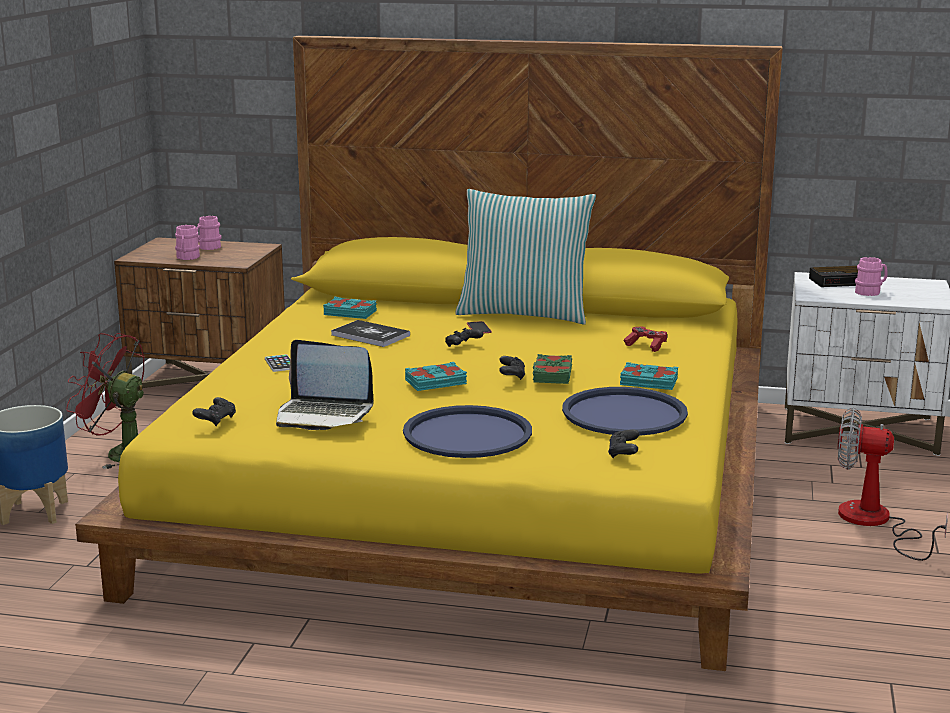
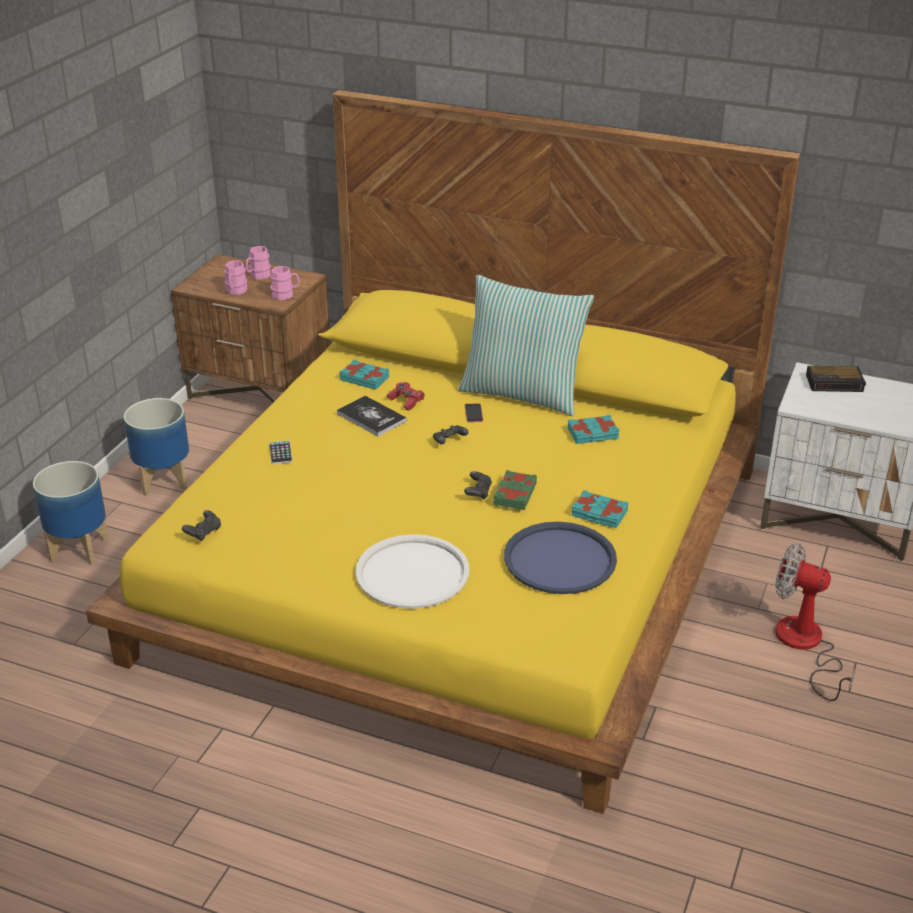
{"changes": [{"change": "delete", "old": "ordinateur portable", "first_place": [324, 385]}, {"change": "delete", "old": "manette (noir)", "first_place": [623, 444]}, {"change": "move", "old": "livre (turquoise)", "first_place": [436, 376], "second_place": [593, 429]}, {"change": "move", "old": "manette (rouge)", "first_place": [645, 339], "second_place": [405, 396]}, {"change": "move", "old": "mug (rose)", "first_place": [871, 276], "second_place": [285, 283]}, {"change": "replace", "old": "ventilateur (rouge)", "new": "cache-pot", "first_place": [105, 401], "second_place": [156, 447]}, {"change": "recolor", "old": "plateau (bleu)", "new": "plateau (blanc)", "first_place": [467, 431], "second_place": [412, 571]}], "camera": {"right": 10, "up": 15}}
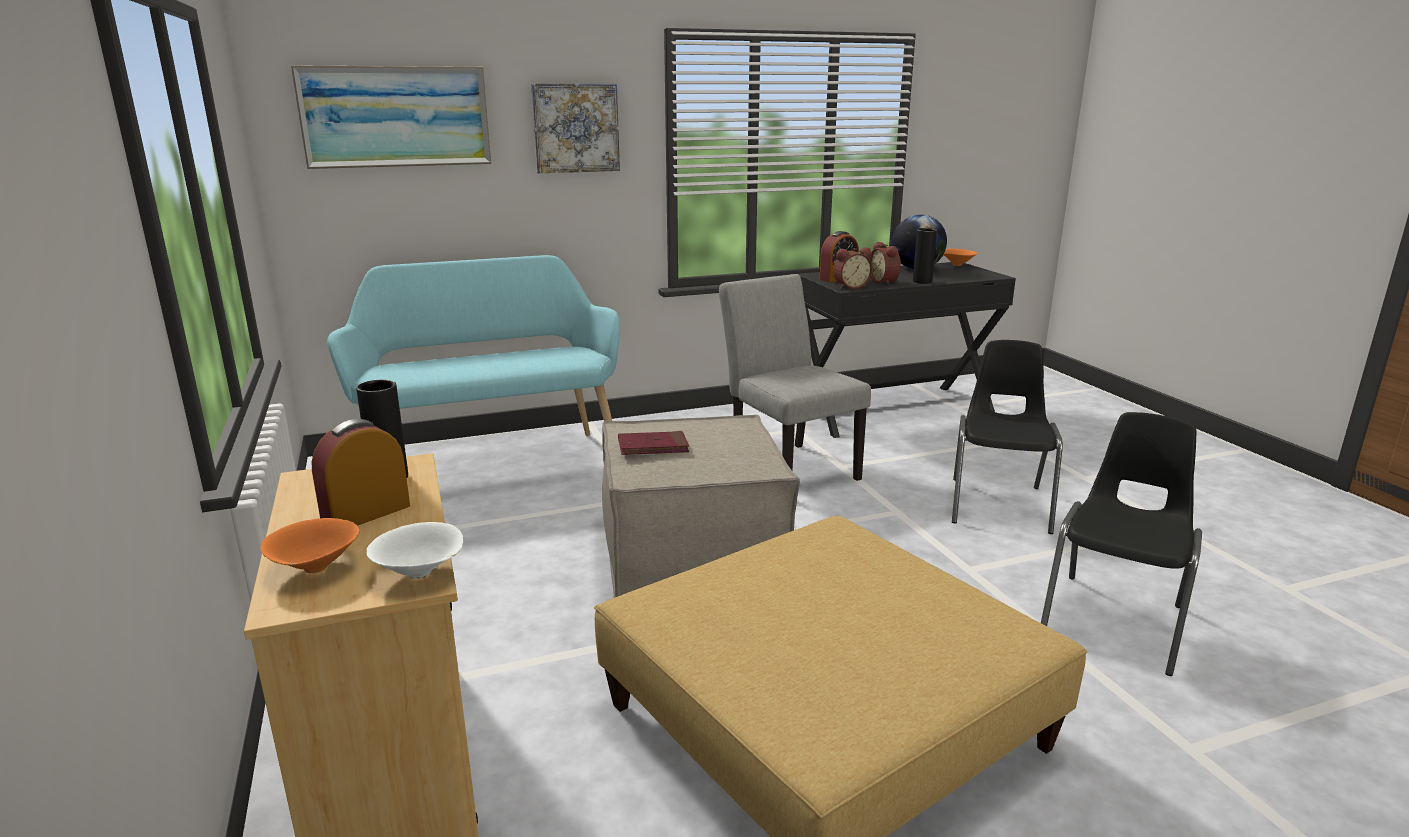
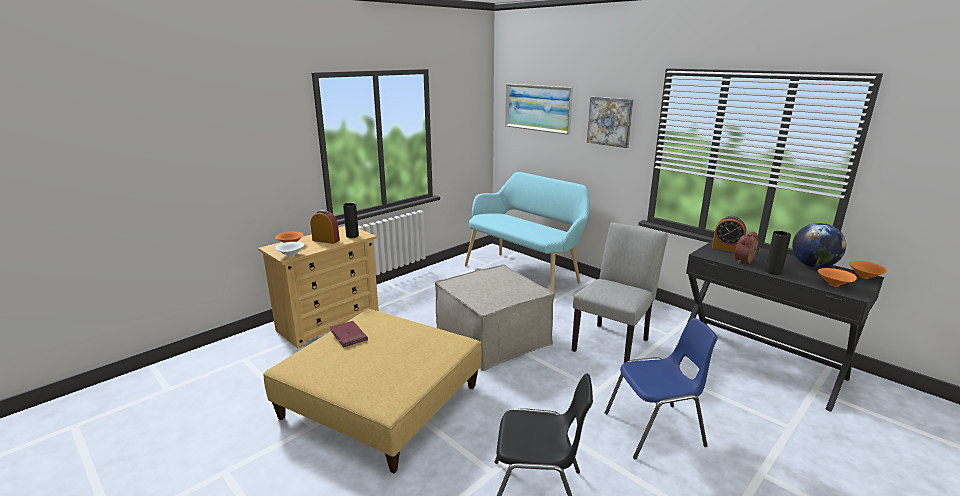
{"changes": [{"change": "delete", "old": "réveil", "first_place": [853, 268]}, {"change": "insert", "new": "bol (orange)", "second_place": [837, 277]}, {"change": "move", "old": "livre (rouge)", "first_place": [653, 443], "second_place": [349, 334]}, {"change": "recolor", "old": "chaise (noir)", "new": "chaise (bleu)", "first_place": [1007, 437], "second_place": [661, 389]}], "camera": {"right": 65, "up": 0}}
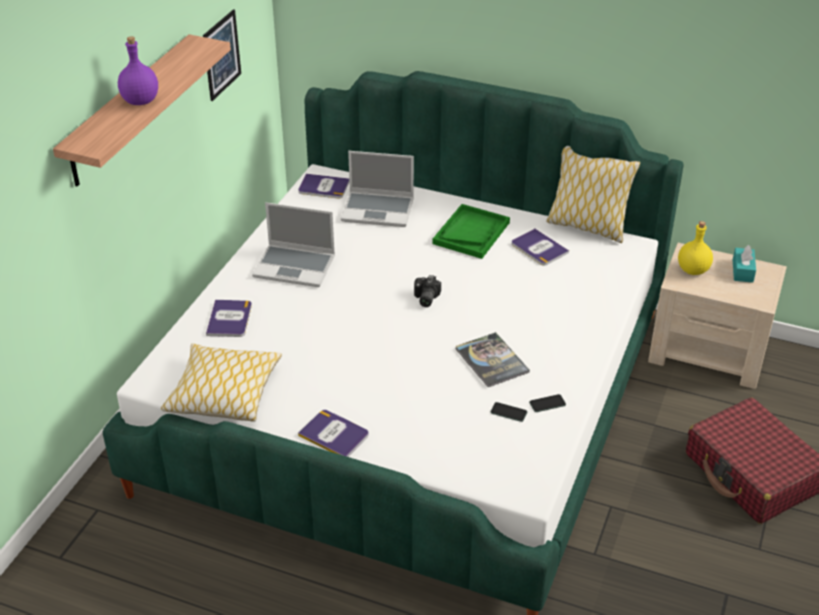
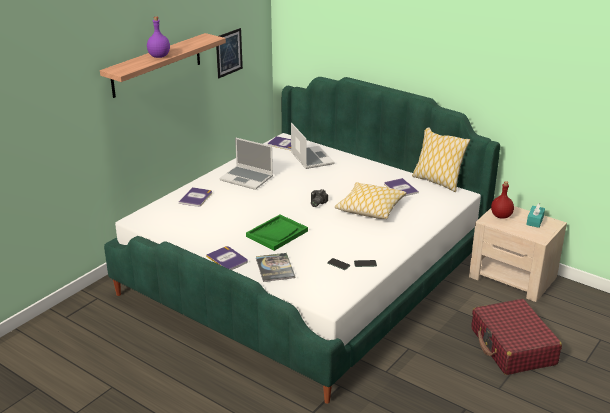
{"changes": [{"change": "move", "old": "coussin", "first_place": [221, 383], "second_place": [370, 200]}, {"change": "move", "old": "plateau (vert)", "first_place": [471, 231], "second_place": [277, 233]}, {"change": "move", "old": "livre", "first_place": [493, 359], "second_place": [275, 267]}, {"change": "recolor", "old": "bouteille (jaune)", "new": "bouteille (rouge)", "first_place": [695, 248], "second_place": [502, 200]}, {"change": "rotate", "old": "ordinateur portable", "first_place": [377, 189], "second_place": [313, 146], "degrees": -135}], "camera": {"right": 15, "up": -10}}
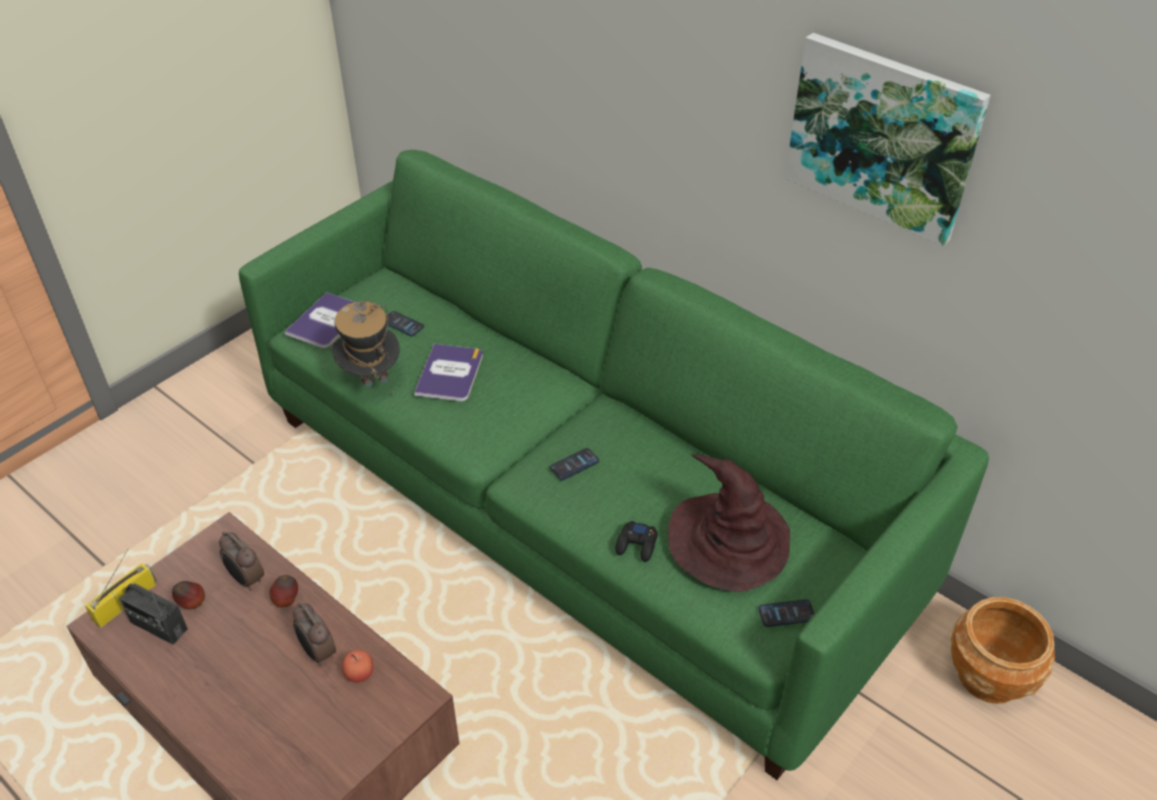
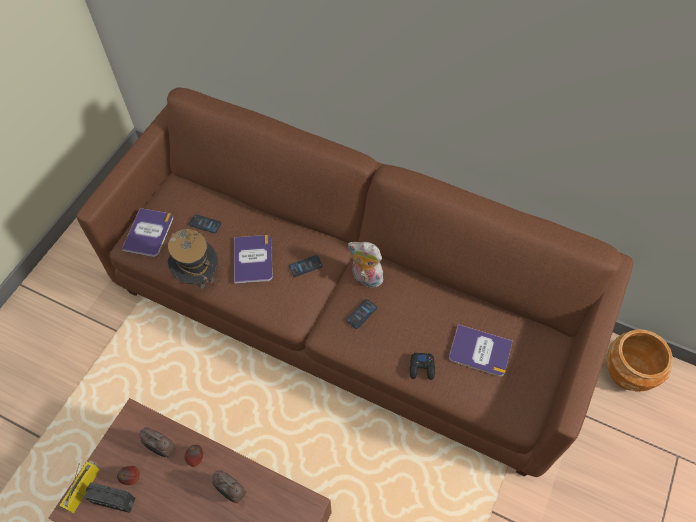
{"changes": [{"change": "delete", "old": "pomme", "first_place": [358, 666]}, {"change": "delete", "old": "tableau", "first_place": [888, 139]}, {"change": "insert", "new": "peluche", "second_place": [366, 265]}, {"change": "move", "old": "téléphone", "first_place": [786, 613], "second_place": [305, 266]}, {"change": "replace", "old": "chapeau (marron)", "new": "livre", "first_place": [729, 523], "second_place": [480, 350]}, {"change": "recolor", "old": "canapé (vert)", "new": "canapé (marron)", "first_place": [614, 465], "second_place": [355, 282]}], "camera": {"right": -15, "up": 15}}
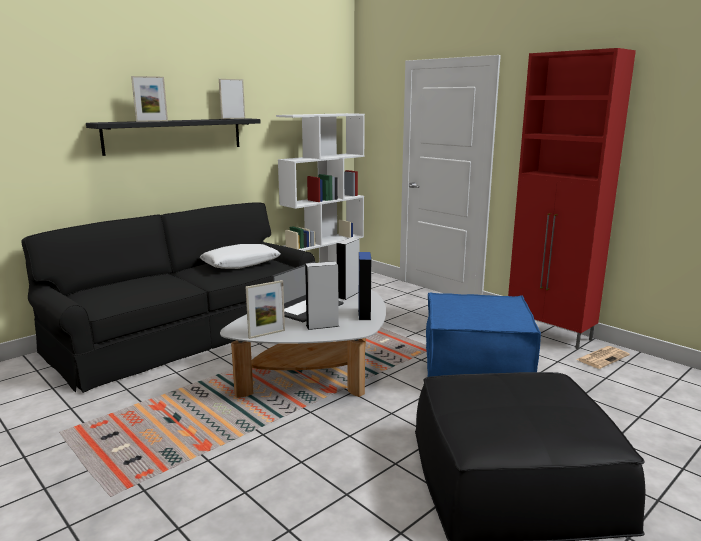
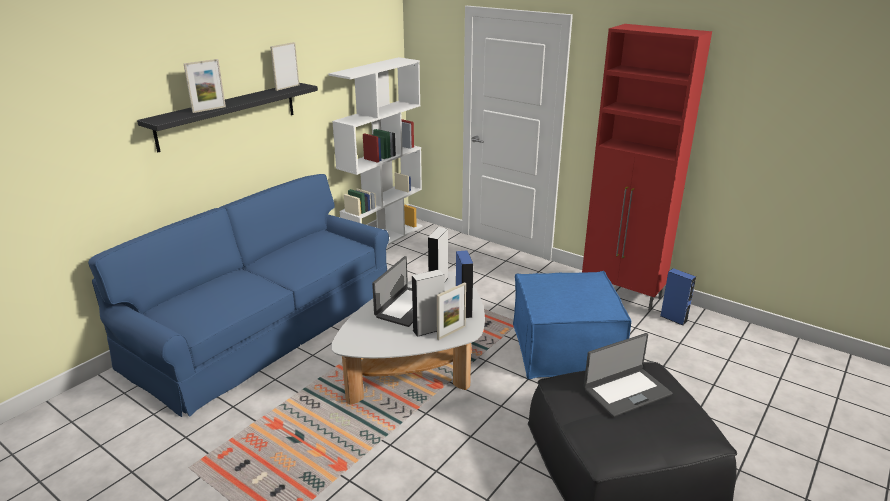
{"changes": [{"change": "delete", "old": "coussin (blanc)", "first_place": [240, 256]}, {"change": "insert", "new": "ordinateur portable", "second_place": [628, 375]}, {"change": "move", "old": "cadre photo", "first_place": [265, 309], "second_place": [451, 311]}, {"change": "replace", "old": "journal", "new": "enceinte (bleu)", "first_place": [603, 357], "second_place": [678, 296]}, {"change": "recolor", "old": "canapé (noir)", "new": "canapé (bleu)", "first_place": [168, 297], "second_place": [238, 295]}], "camera": {"right": -10, "up": 10}}
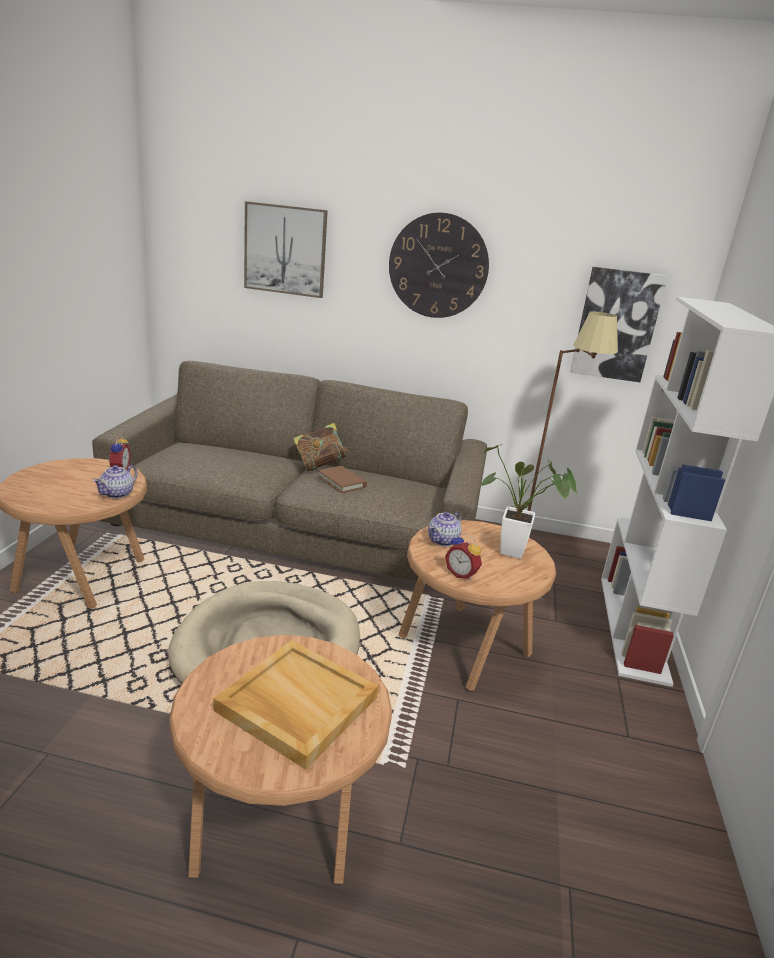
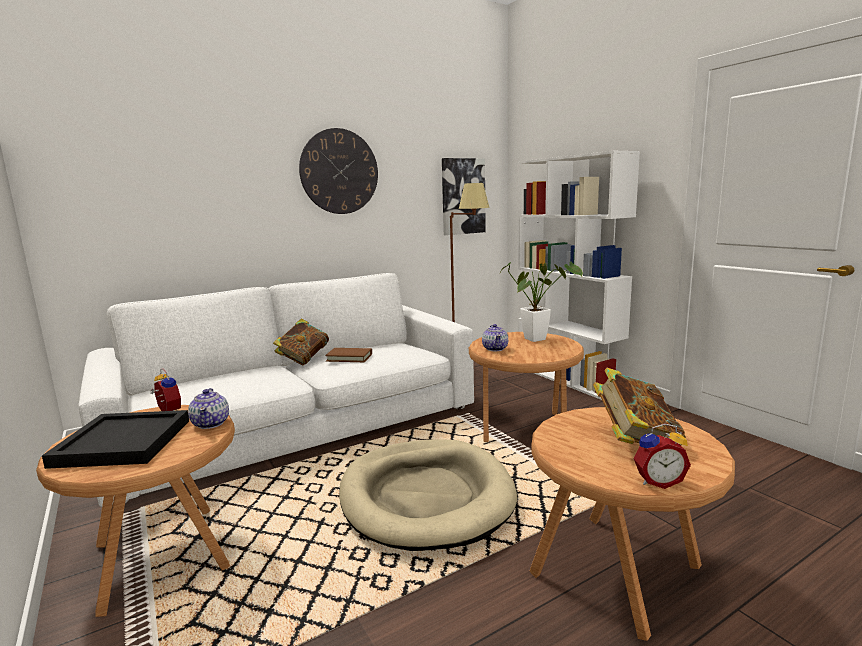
{"changes": [{"change": "delete", "old": "tableau", "first_place": [286, 249]}, {"change": "insert", "new": "plateau (noir)", "second_place": [115, 439]}, {"change": "move", "old": "réveil", "first_place": [463, 556], "second_place": [662, 456]}, {"change": "replace", "old": "plateau (beige)", "new": "livre", "first_place": [296, 705], "second_place": [639, 407]}, {"change": "recolor", "old": "canapé (marron)", "new": "canapé (blanc)", "first_place": [289, 471], "second_place": [276, 390]}], "camera": {"right": -40, "up": -10}}
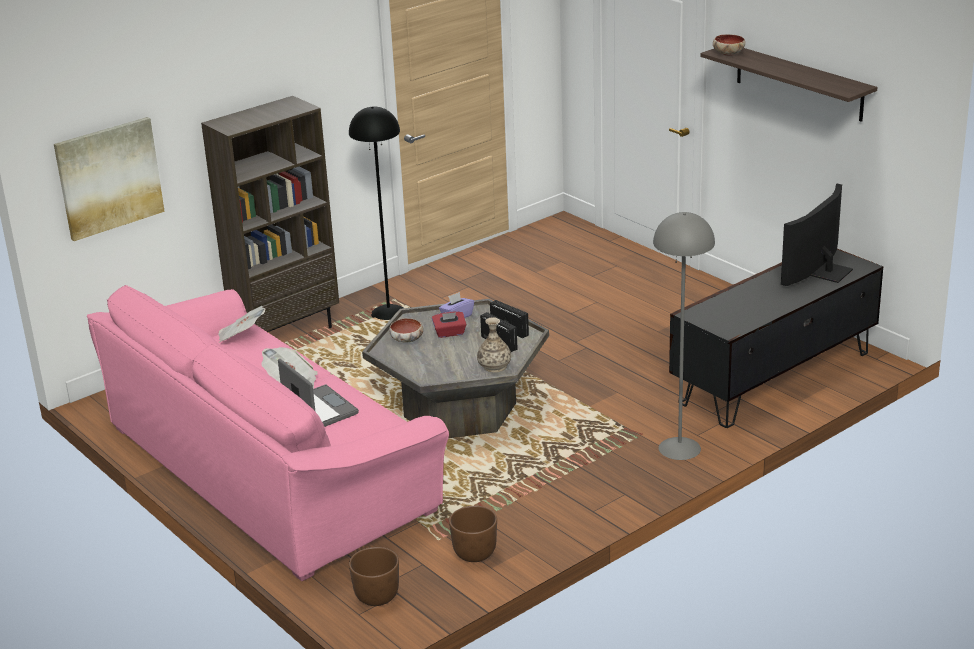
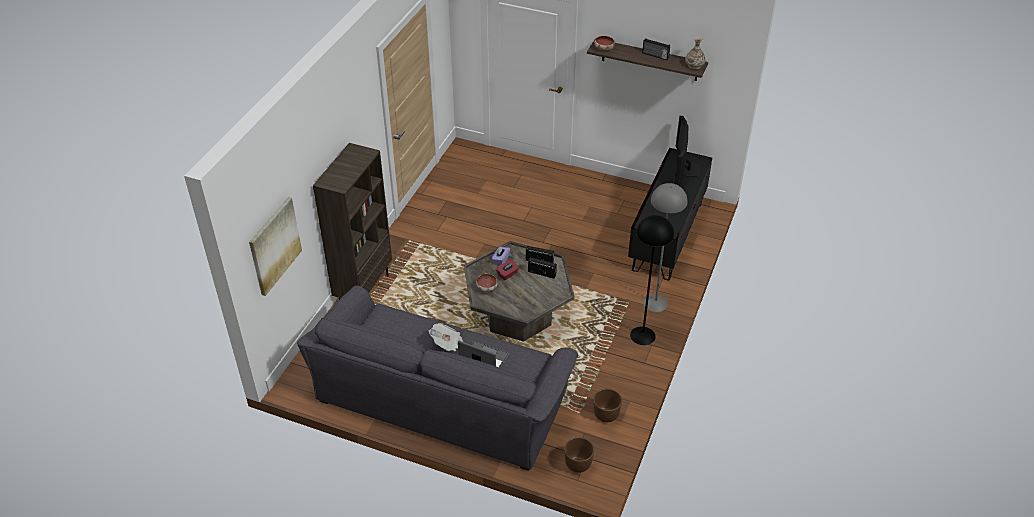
{"changes": [{"change": "delete", "old": "journal", "first_place": [241, 324]}, {"change": "insert", "new": "radio", "second_place": [656, 49]}, {"change": "move", "old": "lampadaire (noir)", "first_place": [376, 213], "second_place": [652, 280]}, {"change": "move", "old": "vase", "first_place": [494, 344], "second_place": [695, 53]}, {"change": "recolor", "old": "canapé (rose)", "new": "canapé (gris)", "first_place": [268, 433], "second_place": [437, 378]}], "camera": {"right": -30, "up": 15}}
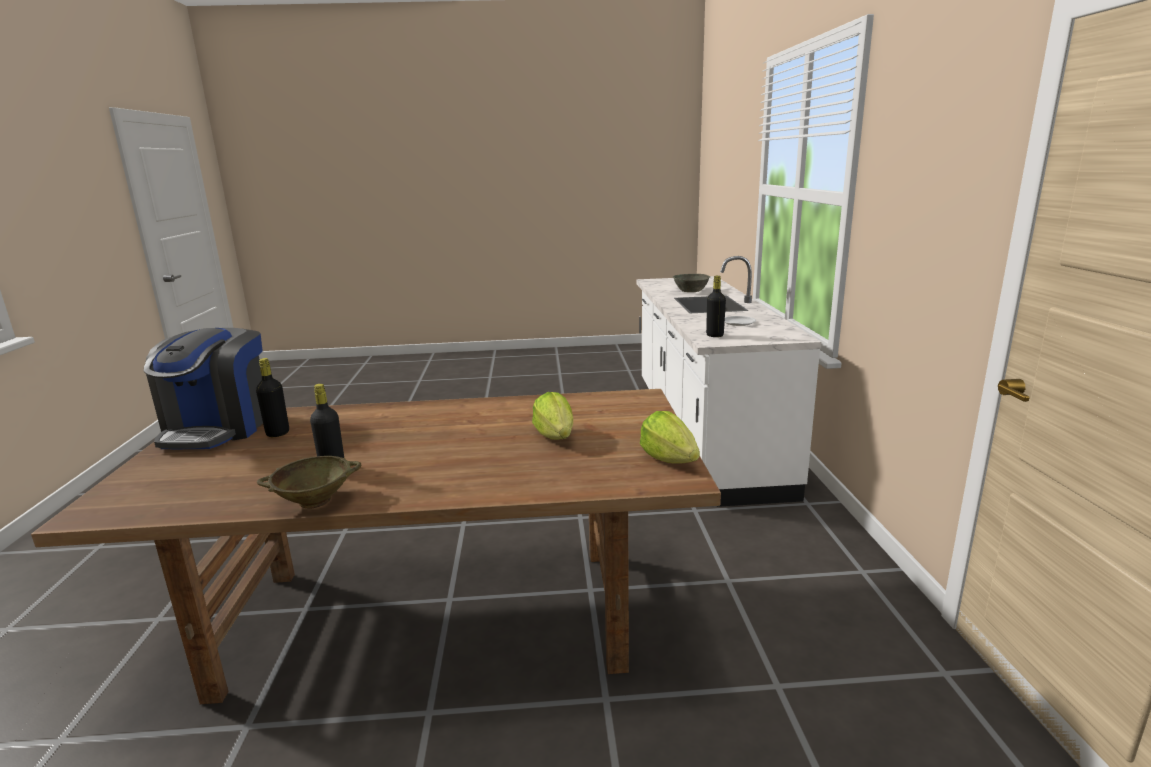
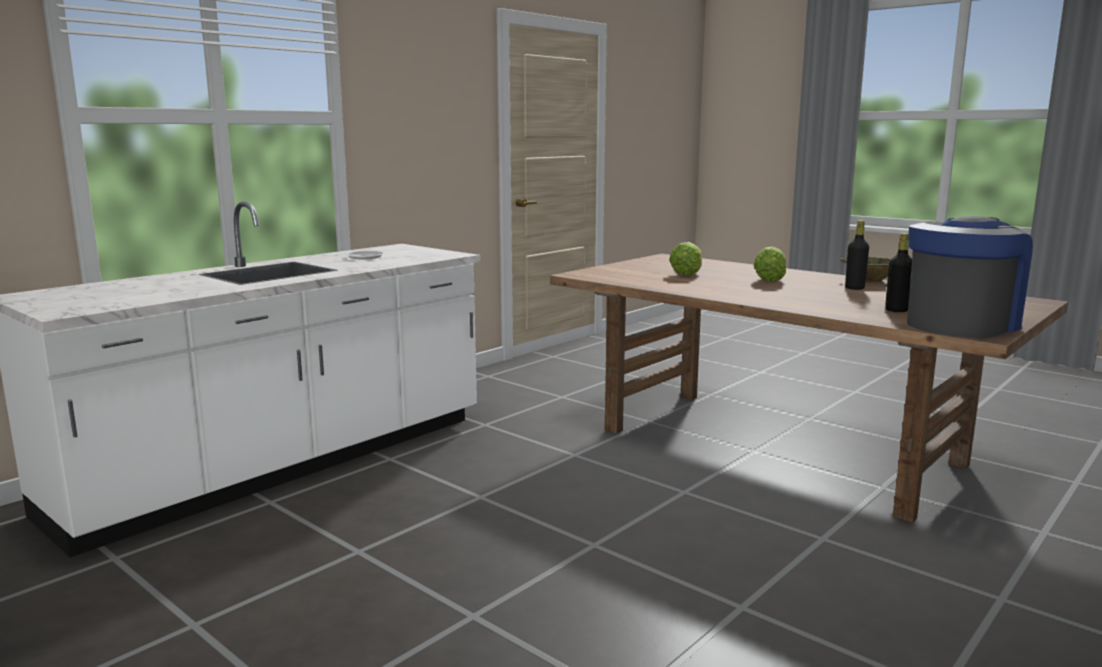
{"changes": [{"change": "delete", "old": "bol (gris)", "first_place": [691, 283]}, {"change": "delete", "old": "bouteille (noir)", "first_place": [716, 306]}, {"change": "move", "old": "laitue", "first_place": [670, 437], "second_place": [770, 264]}], "camera": {"right": -135, "up": -5}}
